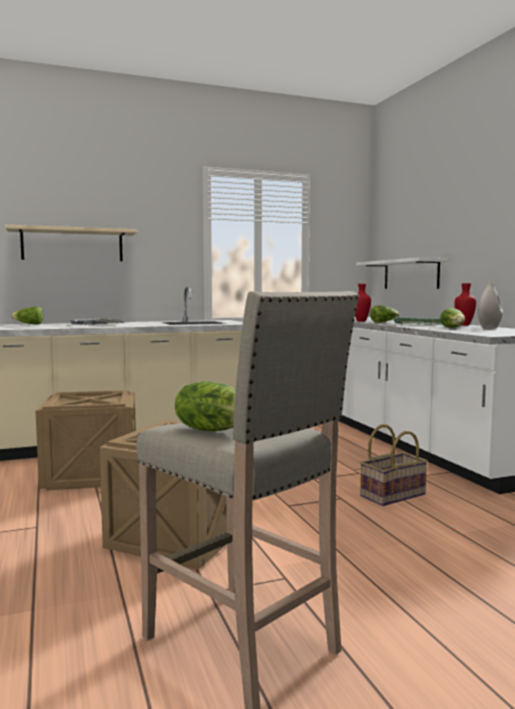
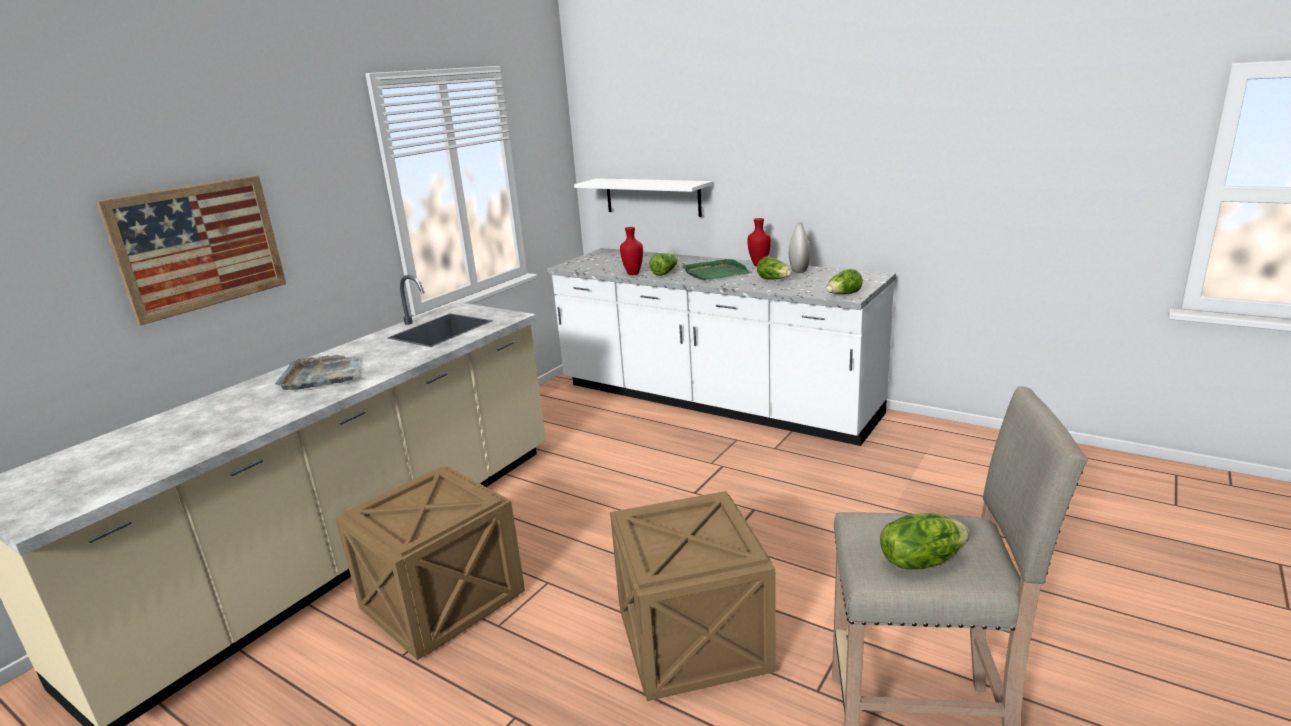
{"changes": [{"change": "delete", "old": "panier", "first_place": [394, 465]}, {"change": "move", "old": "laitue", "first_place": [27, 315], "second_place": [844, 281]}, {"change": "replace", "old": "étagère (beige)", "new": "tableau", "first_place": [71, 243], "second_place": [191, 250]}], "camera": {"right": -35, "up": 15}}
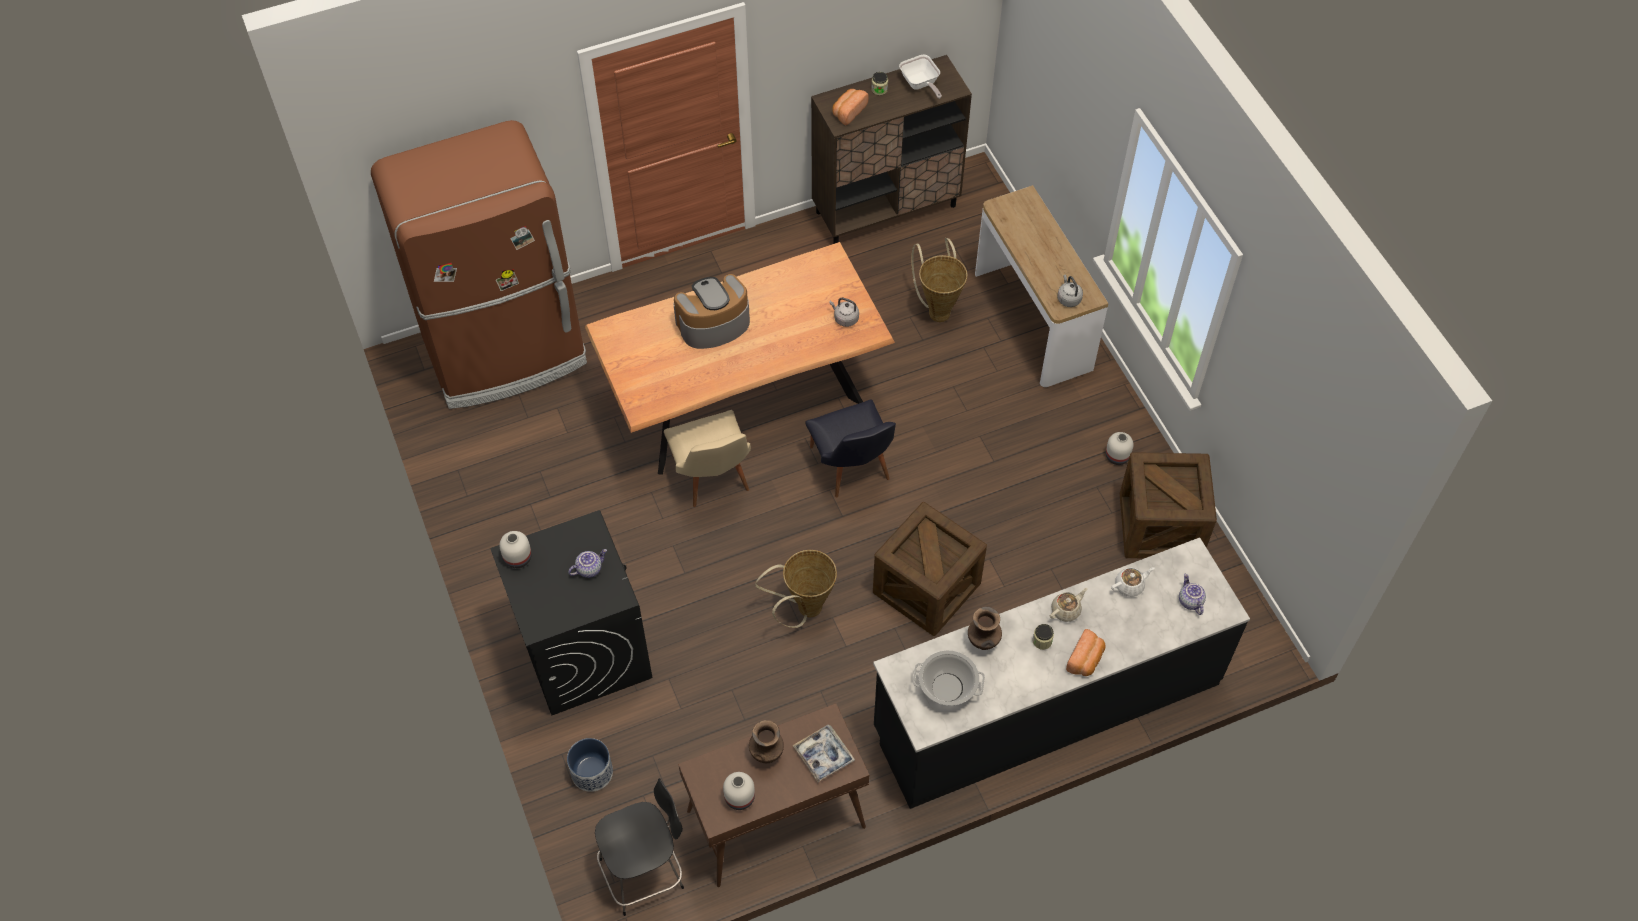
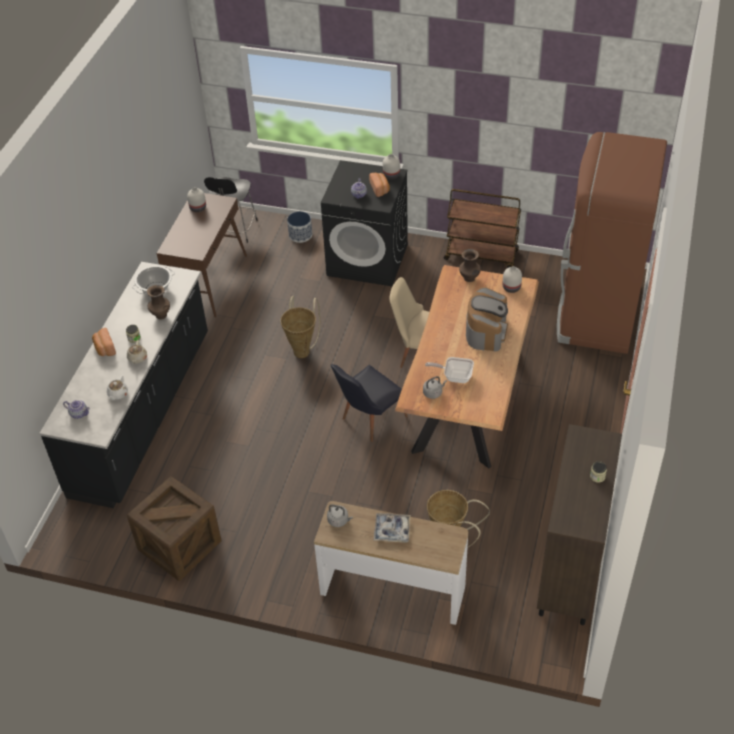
{"changes": [{"change": "delete", "old": "caisse", "first_place": [930, 569]}, {"change": "insert", "new": "chariot (marron)", "second_place": [482, 228]}, {"change": "move", "old": "vase (marron)", "first_place": [766, 741], "second_place": [470, 265]}, {"change": "move", "old": "plateau", "first_place": [824, 753], "second_place": [392, 528]}, {"change": "move", "old": "pain", "first_place": [850, 107], "second_place": [379, 185]}, {"change": "move", "old": "poêle", "first_place": [920, 77], "second_place": [449, 370]}, {"change": "move", "old": "vase (blanc)", "first_place": [1119, 448], "second_place": [512, 279]}, {"change": "rotate", "old": "chaise (noir)", "first_place": [850, 448], "second_place": [369, 403], "degrees": -60}], "camera": {"right": 130, "up": -10}}
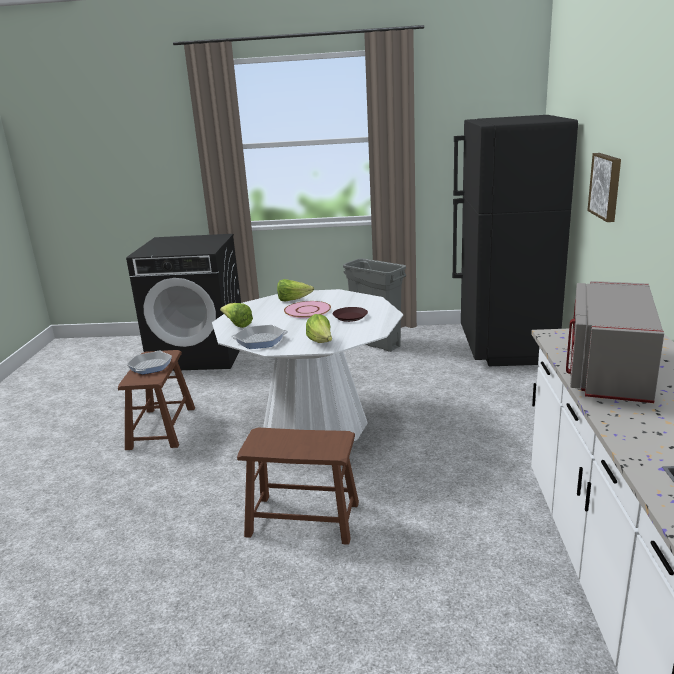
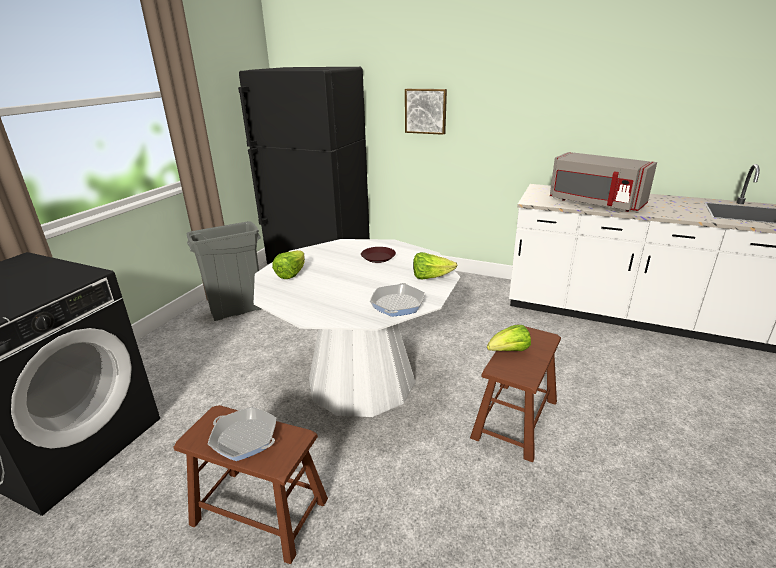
{"changes": [{"change": "delete", "old": "assiette (rose)", "first_place": [307, 309]}, {"change": "move", "old": "laitue", "first_place": [236, 315], "second_place": [509, 338]}], "camera": {"right": -70, "up": 5}}
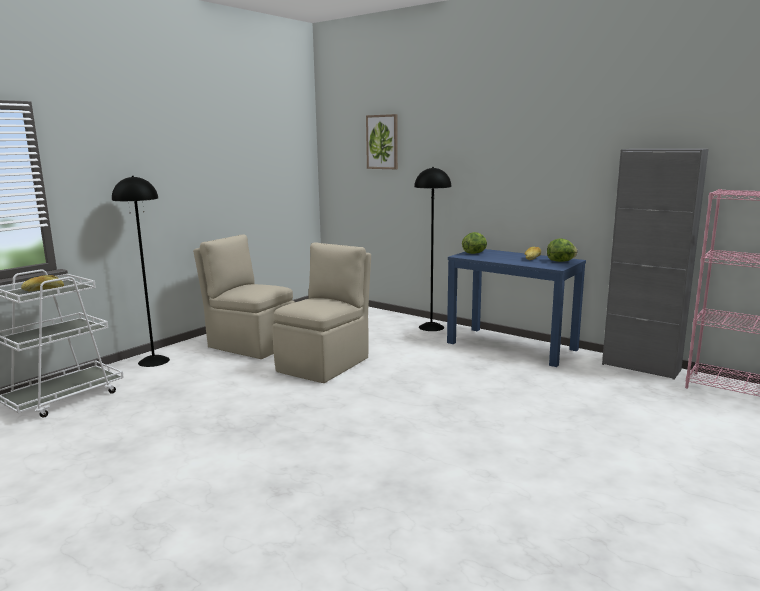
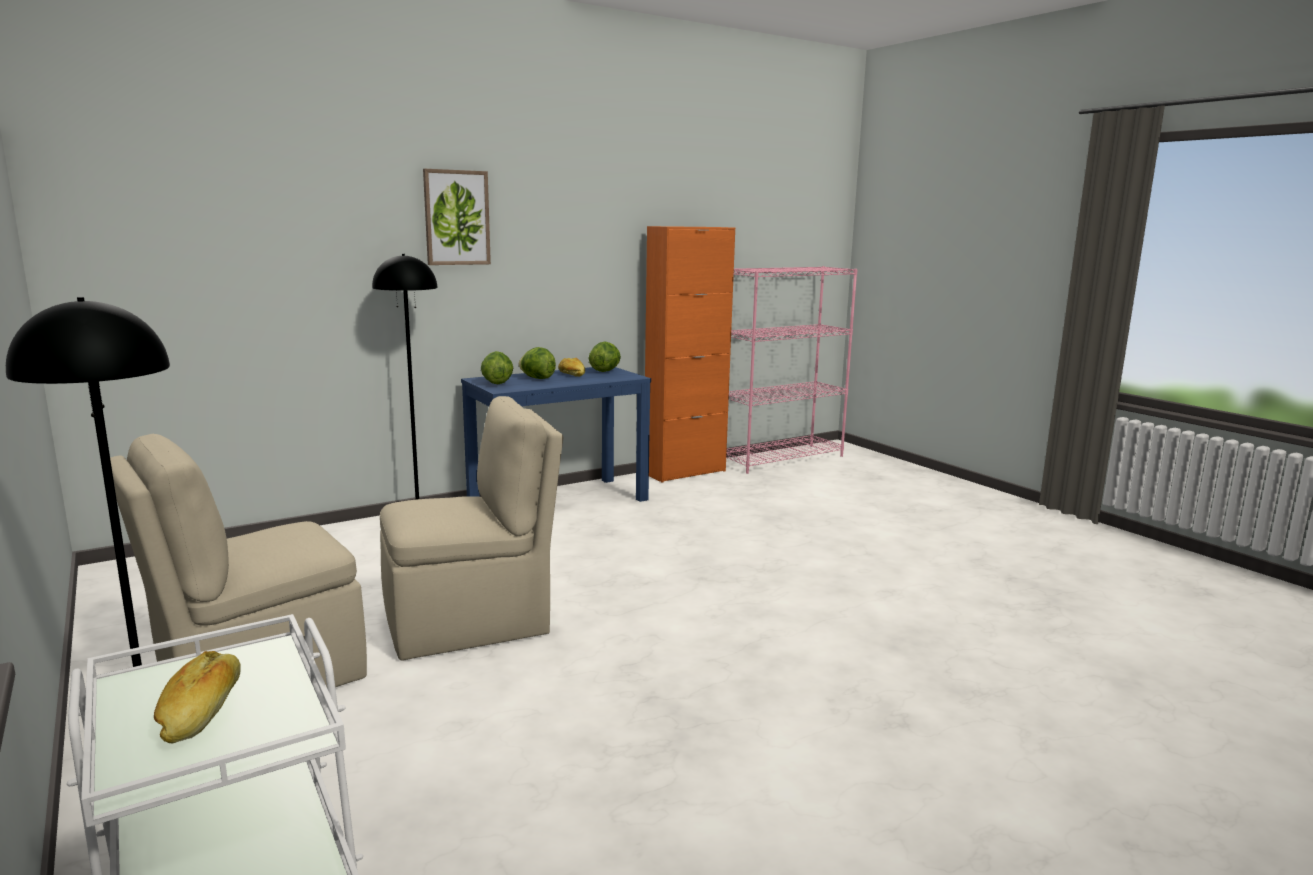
{"changes": [{"change": "insert", "new": "laitue", "second_place": [537, 363]}, {"change": "move", "old": "tableau", "first_place": [382, 141], "second_place": [457, 217]}, {"change": "recolor", "old": "meuble de rangement (gris)", "new": "meuble de rangement (orange)", "first_place": [655, 264], "second_place": [690, 354]}, {"change": "rotate", "old": "chaise (beige)", "first_place": [321, 312], "second_place": [471, 528], "degrees": 105}], "camera": {"right": -70, "up": 0}}
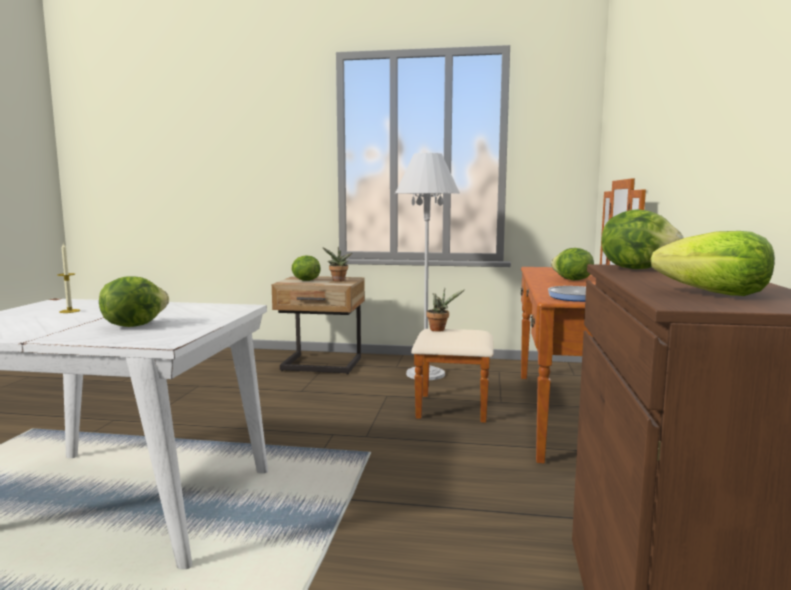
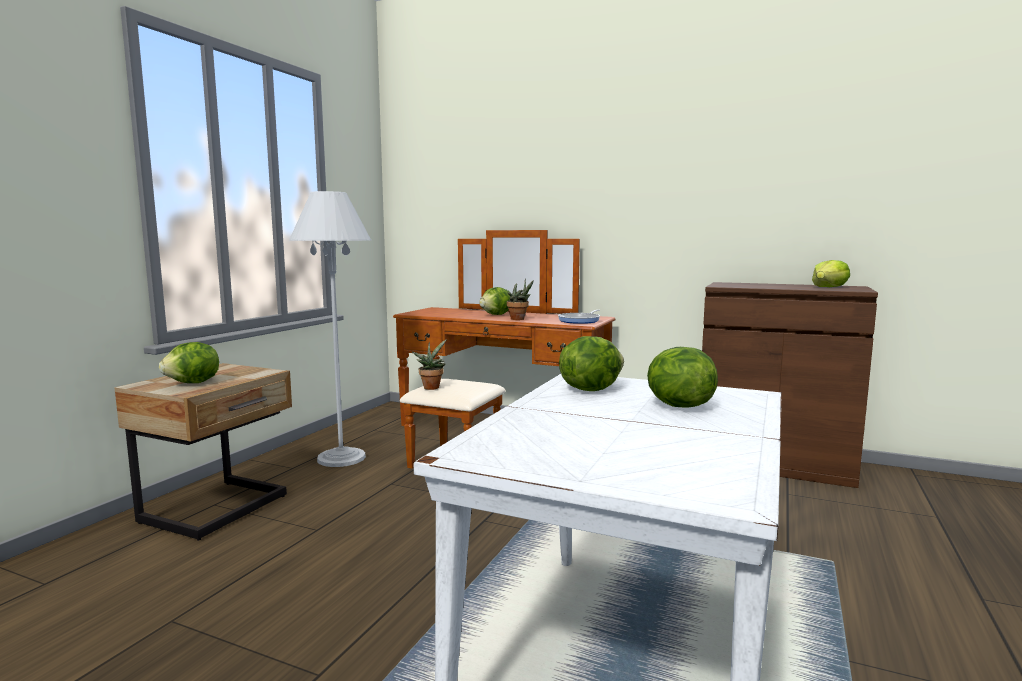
{"changes": [{"change": "delete", "old": "bougie", "first_place": [68, 278]}, {"change": "move", "old": "plante en pot", "first_place": [337, 264], "second_place": [520, 299]}, {"change": "move", "old": "laitue", "first_place": [642, 239], "second_place": [591, 363]}], "camera": {"right": -75, "up": 0}}
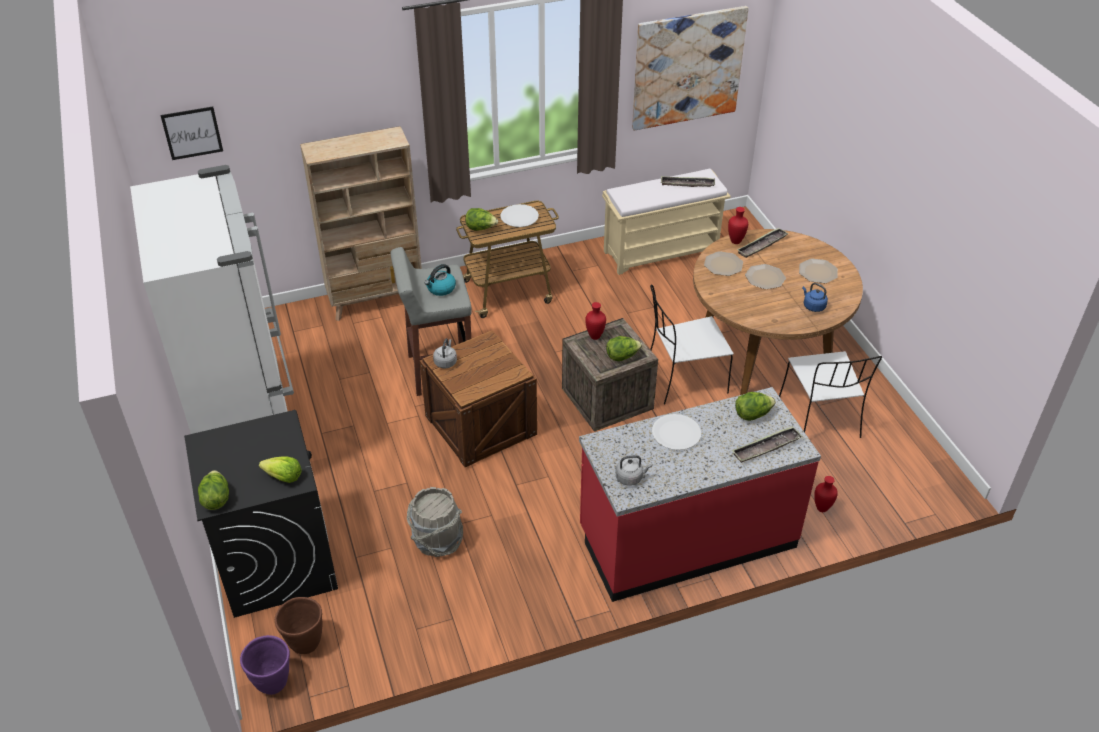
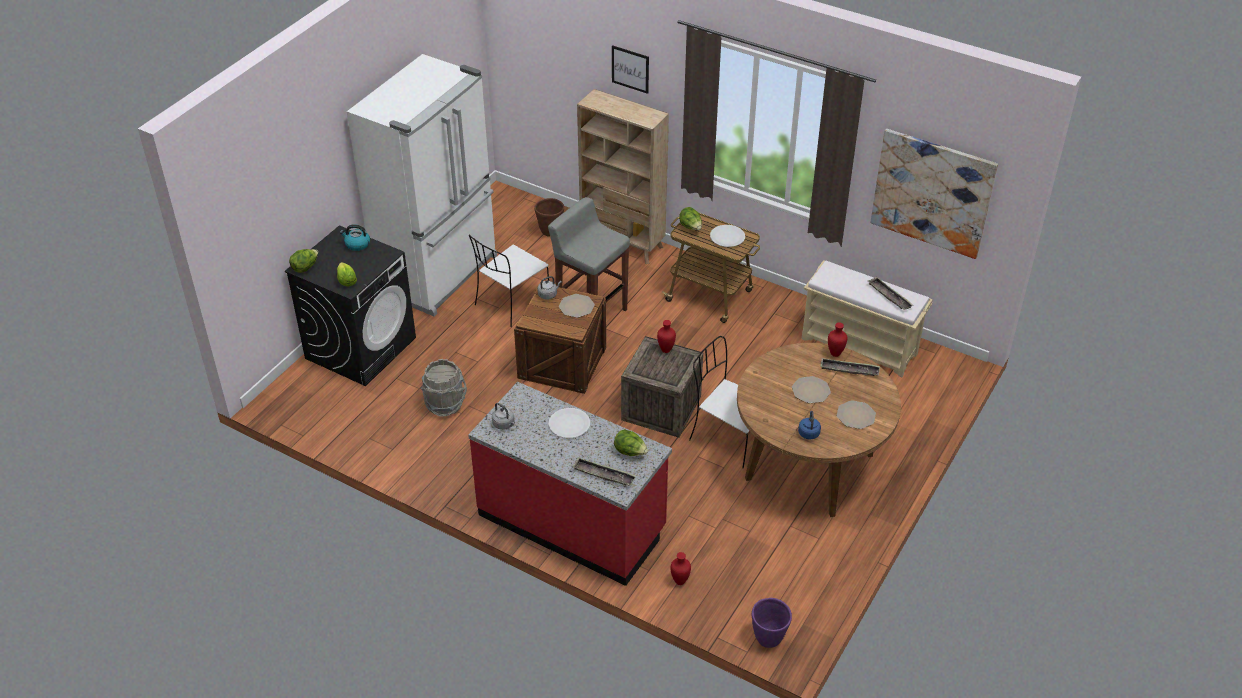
{"changes": [{"change": "delete", "old": "laitue", "first_place": [624, 348]}, {"change": "move", "old": "tableau", "first_place": [191, 133], "second_place": [630, 69]}, {"change": "move", "old": "cache-pot (violet)", "first_place": [265, 665], "second_place": [772, 623]}, {"change": "move", "old": "cache-pot (marron)", "first_place": [299, 625], "second_place": [549, 217]}, {"change": "move", "old": "bouilloire", "first_place": [440, 280], "second_place": [355, 237]}, {"change": "move", "old": "assiette", "first_place": [723, 263], "second_place": [577, 306]}, {"change": "move", "old": "chaise (blanc)", "first_place": [830, 394], "second_place": [509, 281]}], "camera": {"right": 50, "up": 0}}
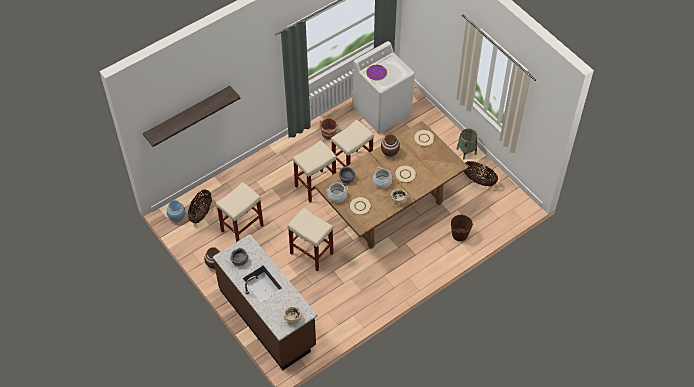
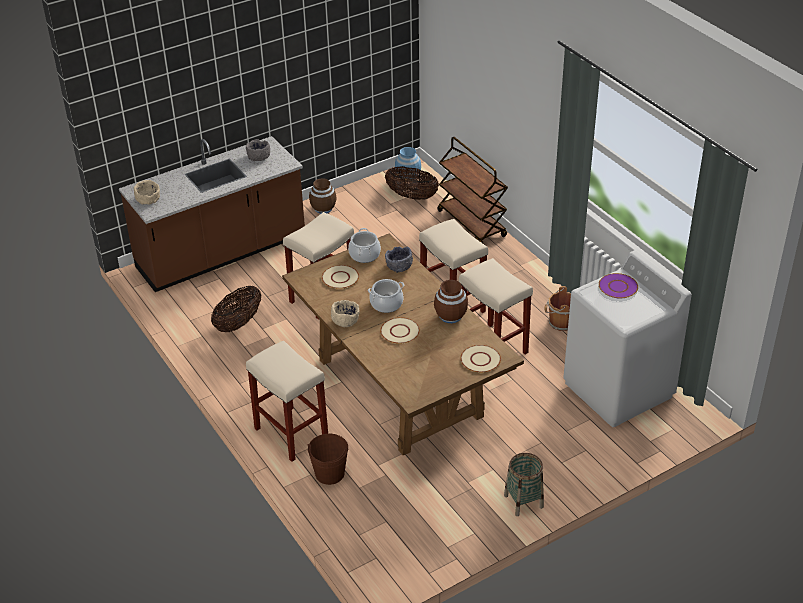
{"changes": [{"change": "delete", "old": "étagère", "first_place": [192, 116]}, {"change": "insert", "new": "chariot (marron)", "second_place": [472, 190]}, {"change": "move", "old": "tabouret (beige)", "first_place": [240, 212], "second_place": [287, 401]}, {"change": "move", "old": "panier", "first_place": [481, 173], "second_place": [236, 309]}], "camera": {"right": 95, "up": -15}}
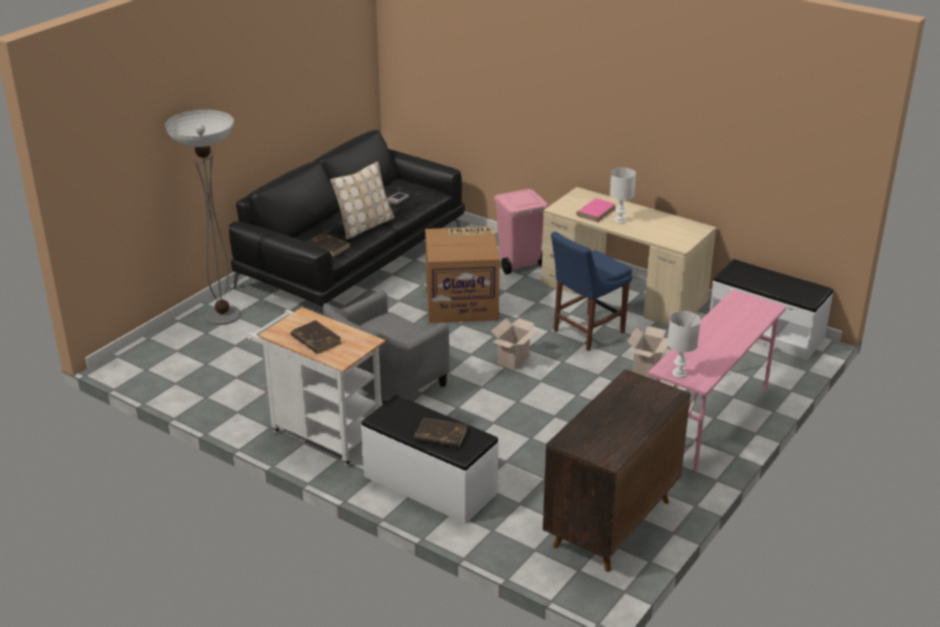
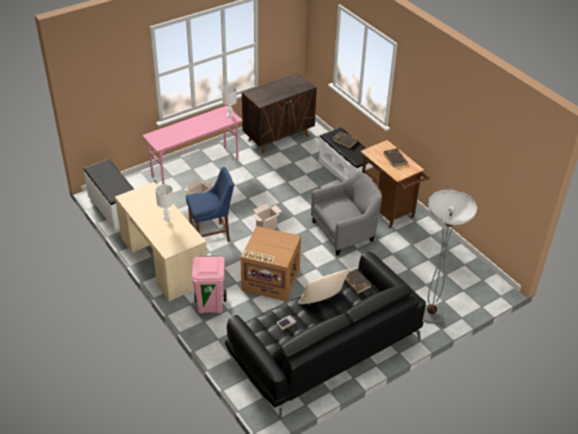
{"changes": [{"change": "delete", "old": "livre (rose)", "first_place": [596, 210]}, {"change": "recolor", "old": "chariot (blanc)", "new": "chariot (marron)", "first_place": [316, 386], "second_place": [395, 184]}], "camera": {"right": -160, "up": 10}}
